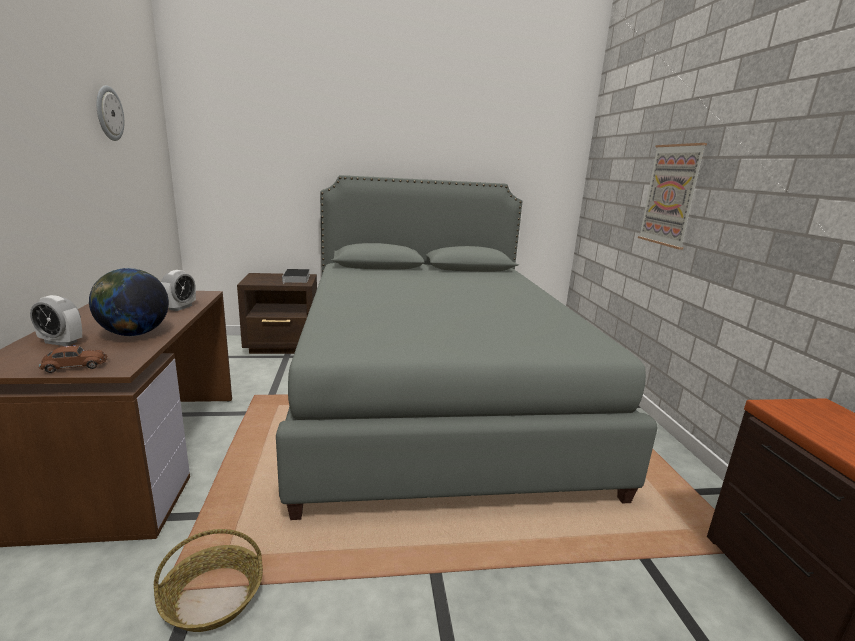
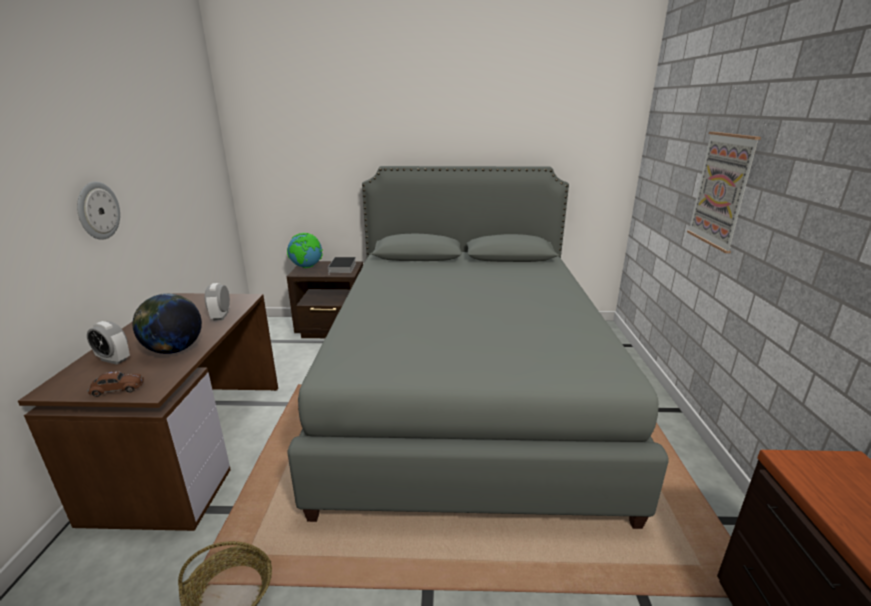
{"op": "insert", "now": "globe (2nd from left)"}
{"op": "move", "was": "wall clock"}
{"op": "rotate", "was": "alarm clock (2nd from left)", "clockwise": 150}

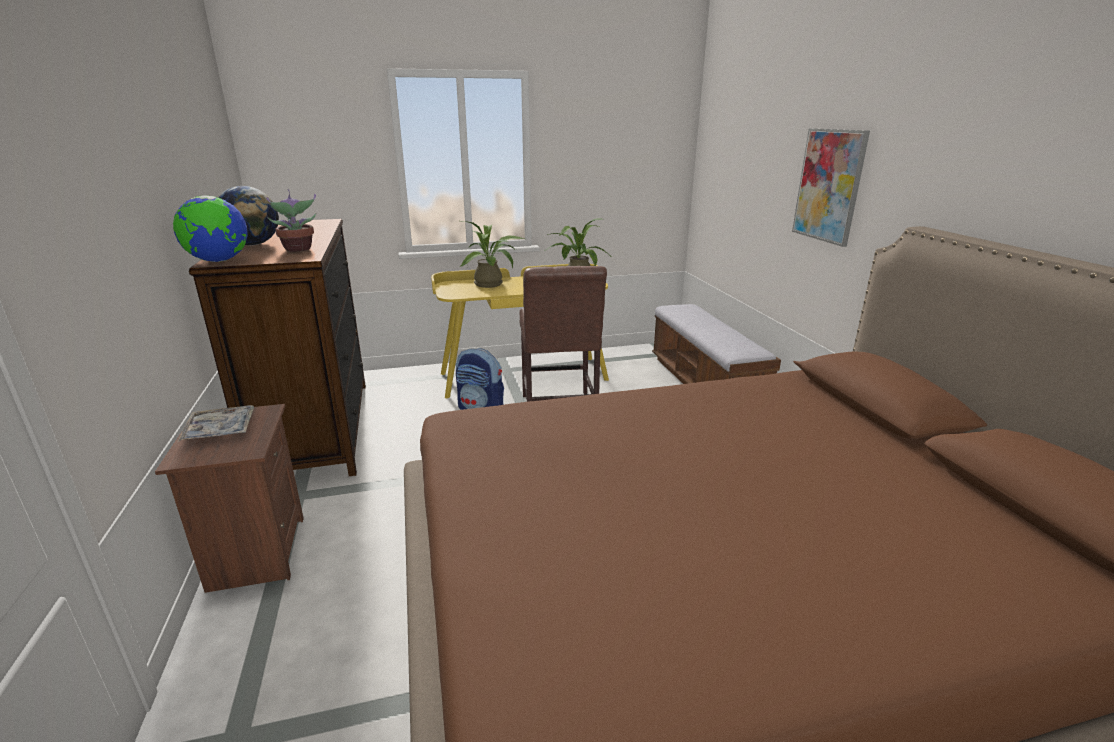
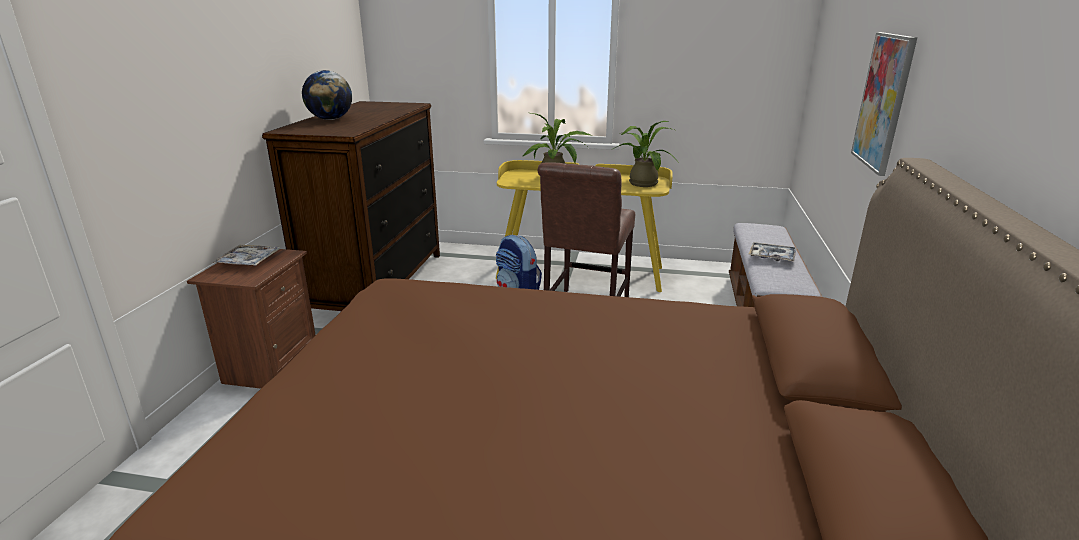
{"op": "delete", "was": "globe (1st from left)"}
{"op": "delete", "was": "potted plant (1st from left)"}
{"op": "insert", "now": "tray (2nd from left)"}

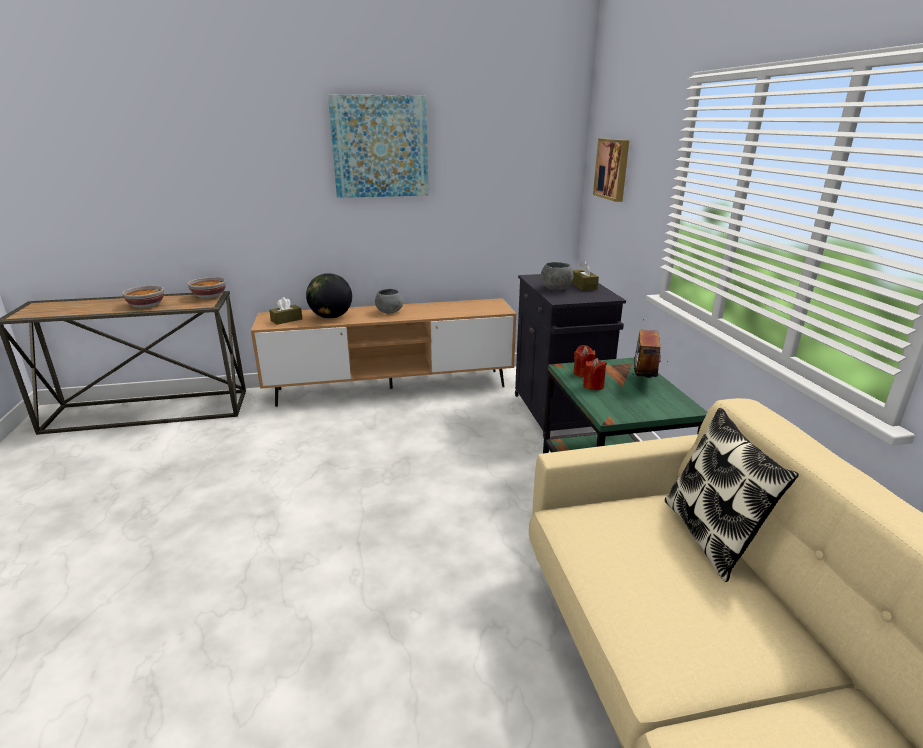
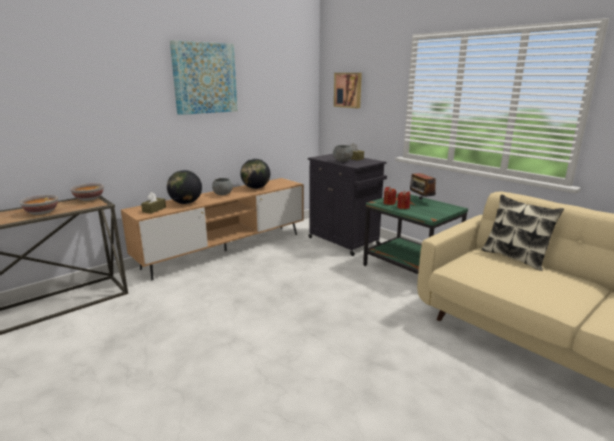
{"op": "insert", "now": "globe (2nd from left)"}

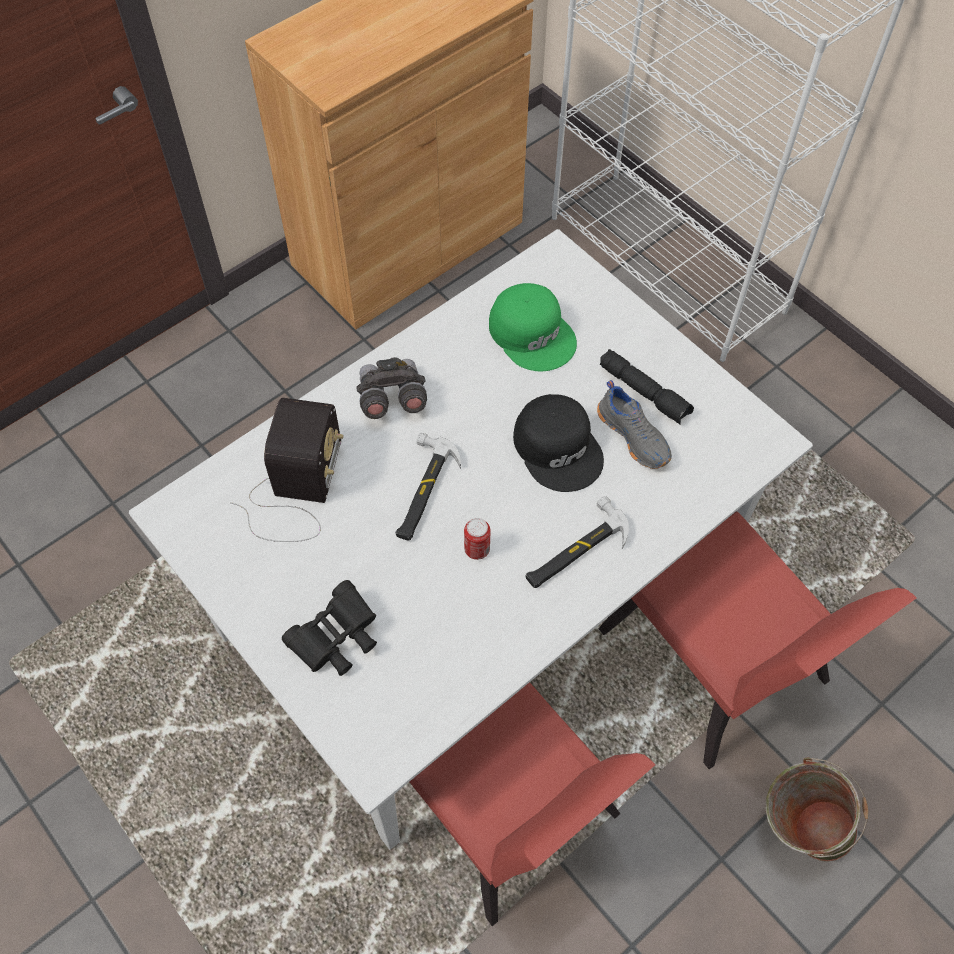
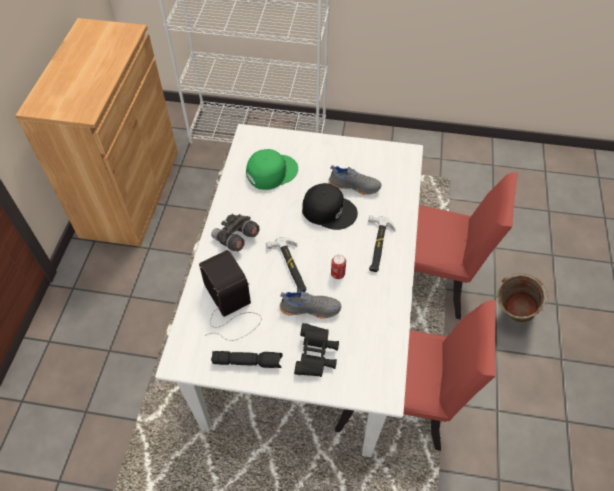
{"op": "insert", "now": "grey item of footwear (1st from left)"}
{"op": "move", "was": "black-coloured torch"}
{"op": "rotate", "was": "green cap", "clockwise": -45}

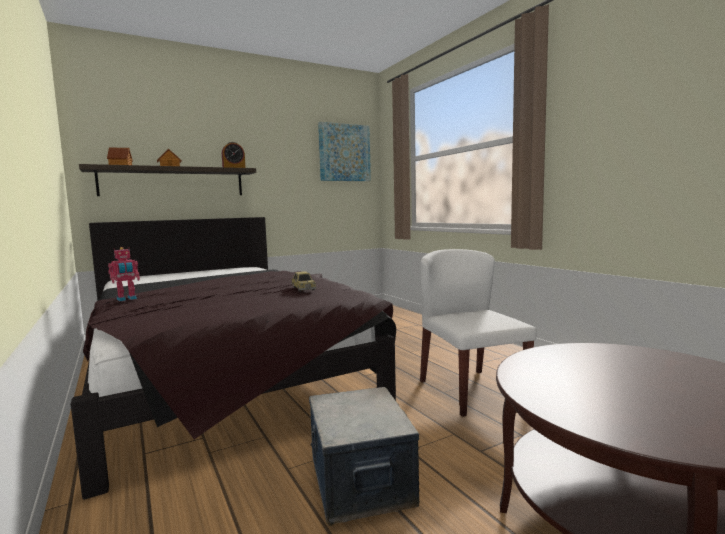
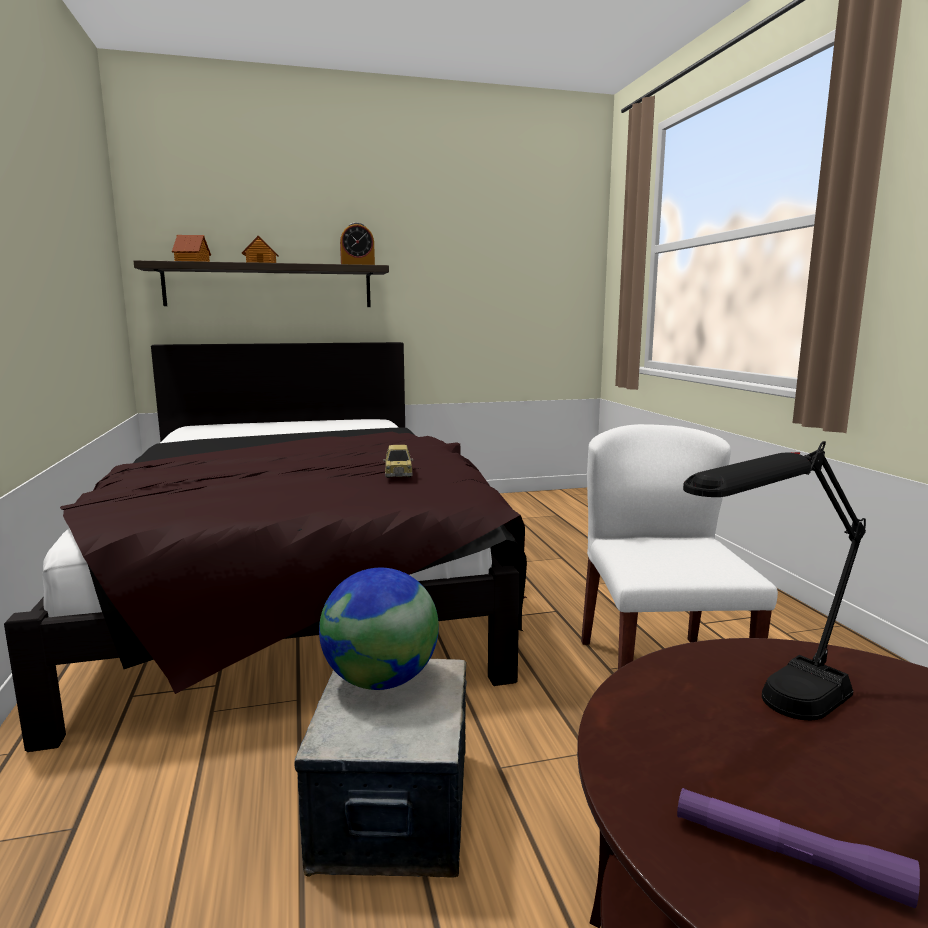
{"op": "delete", "was": "model robot"}
{"op": "delete", "was": "wall picture"}
{"op": "insert", "now": "globe"}
{"op": "insert", "now": "purple-coloured torch"}
{"op": "insert", "now": "black-coloured table lamp"}

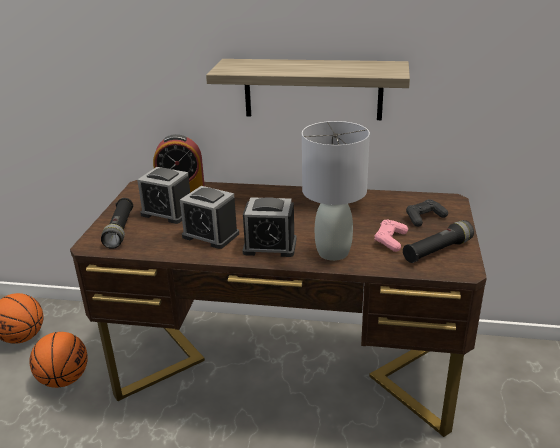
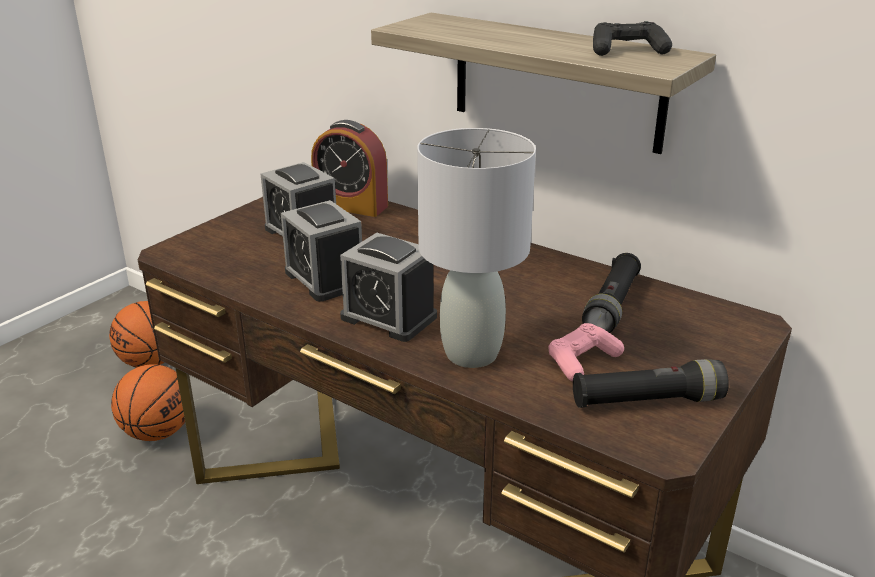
{"op": "move", "was": "black-coloured torch (1st from left)"}
{"op": "move", "was": "black-coloured game controller"}

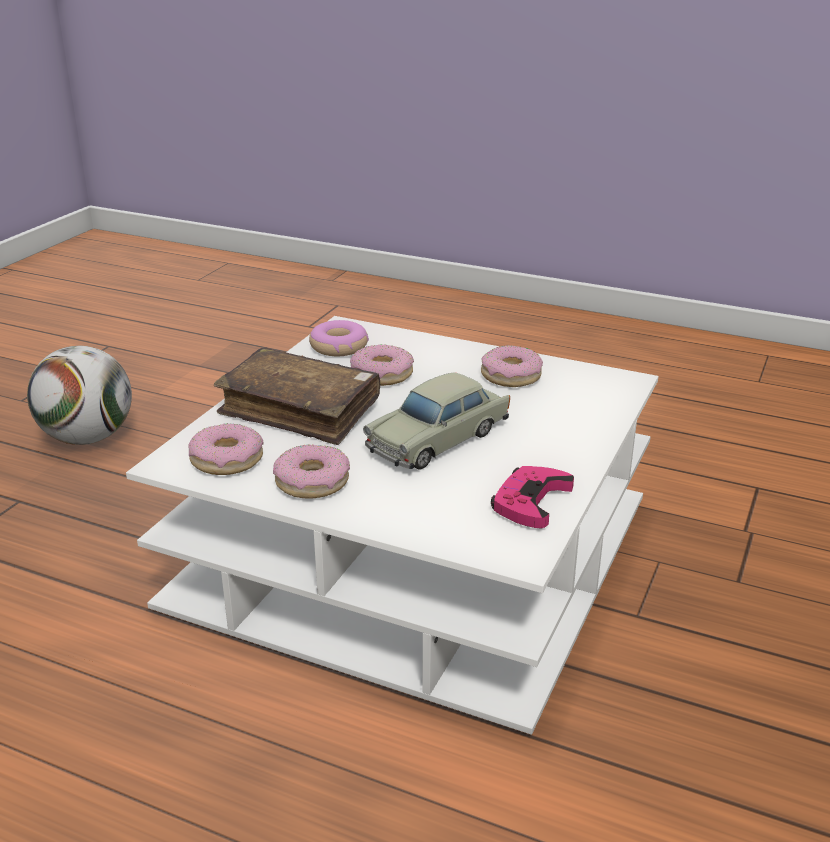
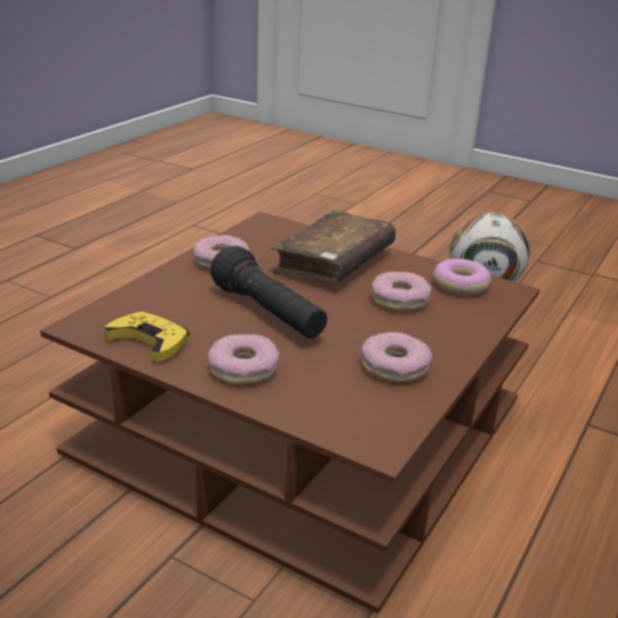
{"op": "move", "was": "donut (1st from left in the first image)", "now": "donut (2nd from left)"}
{"op": "replace", "was": "beige-coloured toy car", "now": "black-coloured torch"}
{"op": "recolor", "was": "white-coloured low table", "now": "brown low table"}
{"op": "recolor", "was": "pink-coloured game controller", "now": "yellowish game controller"}

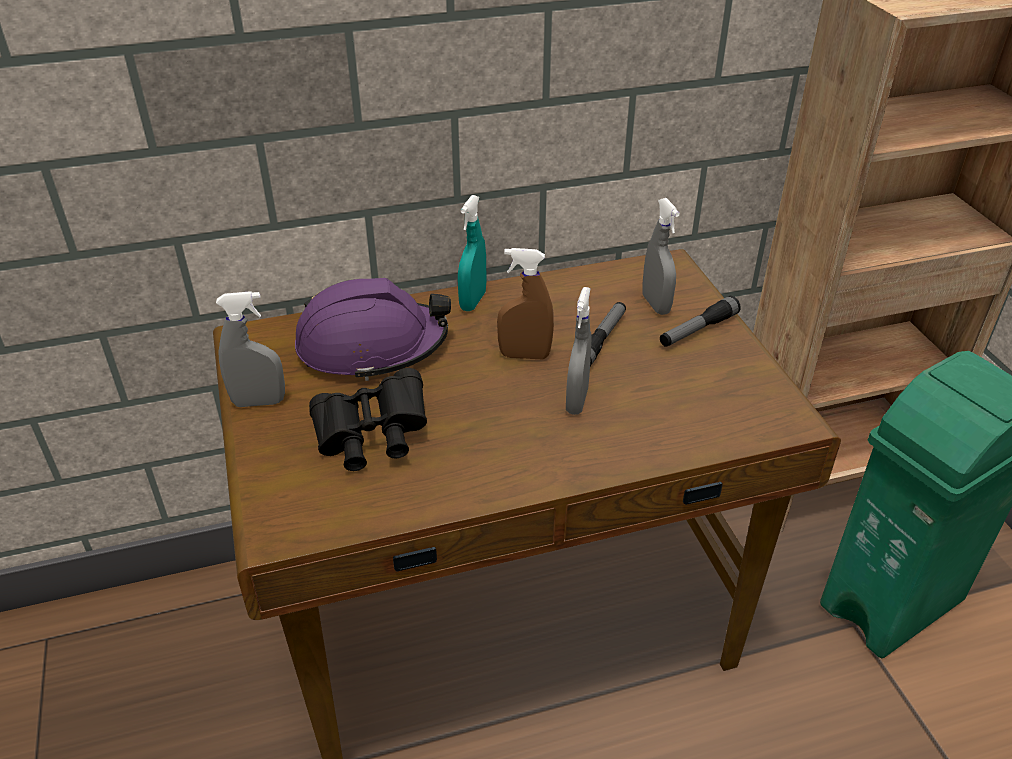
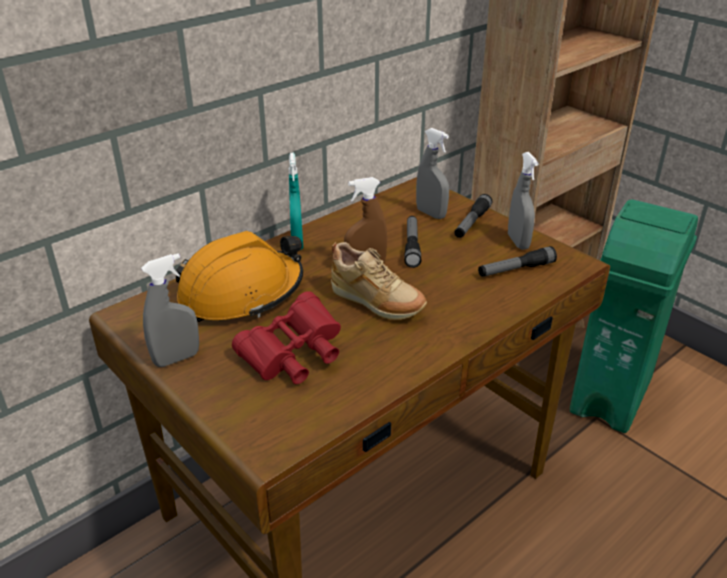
{"op": "insert", "now": "beige-coloured item of footwear"}
{"op": "insert", "now": "torch (3rd from left)"}
{"op": "move", "was": "grey spray bottle (2nd from left in the first image)", "now": "grey spray bottle (3rd from left)"}
{"op": "recolor", "was": "purple-coloured safety helmet", "now": "orange safety helmet"}
{"op": "recolor", "was": "black-coloured field glasses", "now": "red field glasses"}

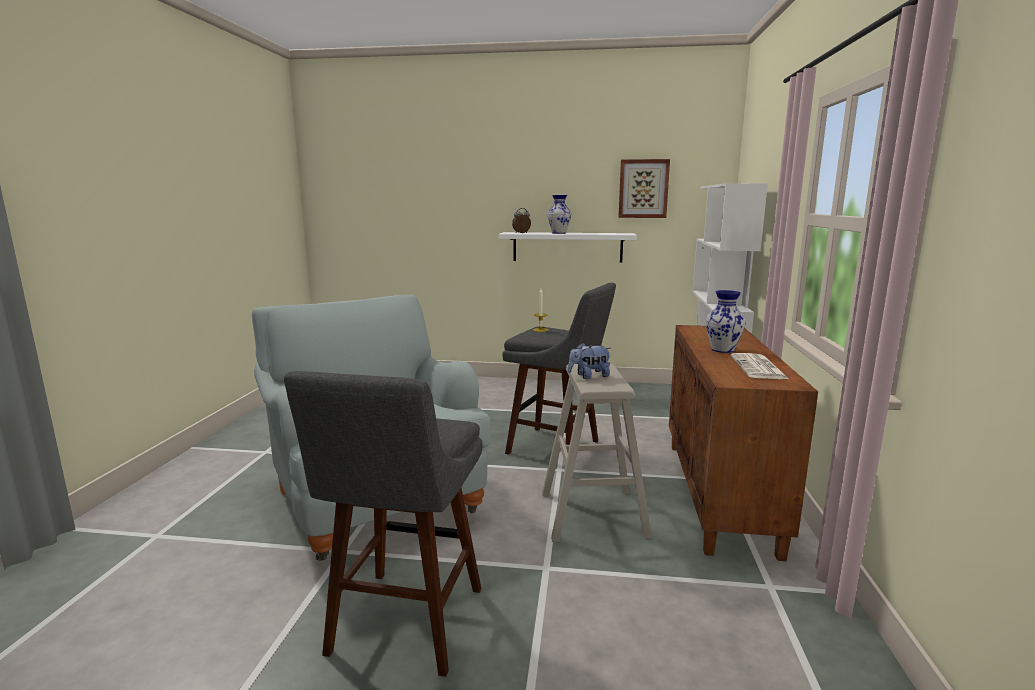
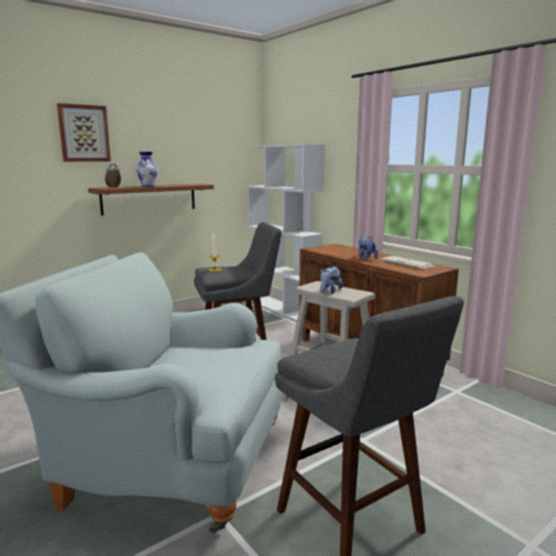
{"op": "move", "was": "wall picture"}
{"op": "replace", "was": "flower vase (2nd from left)", "now": "cuddly toy (2nd from left)"}
{"op": "recolor", "was": "white-coloured shelf", "now": "brown shelf"}

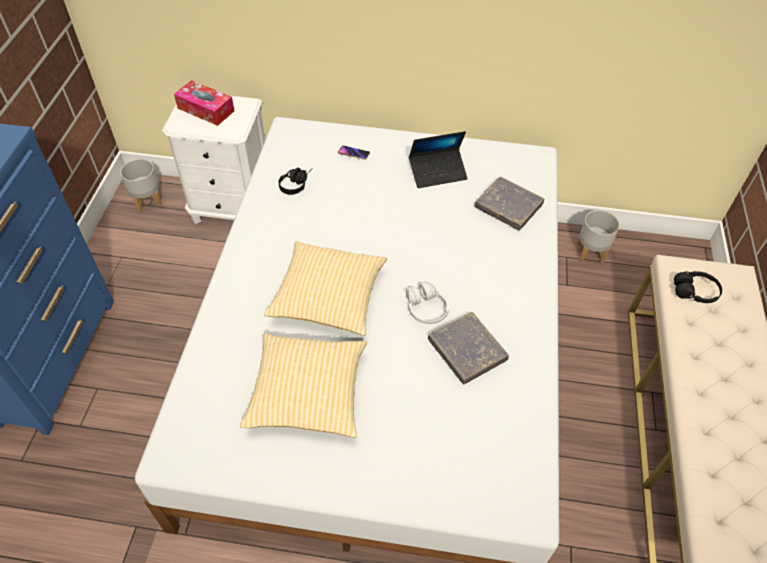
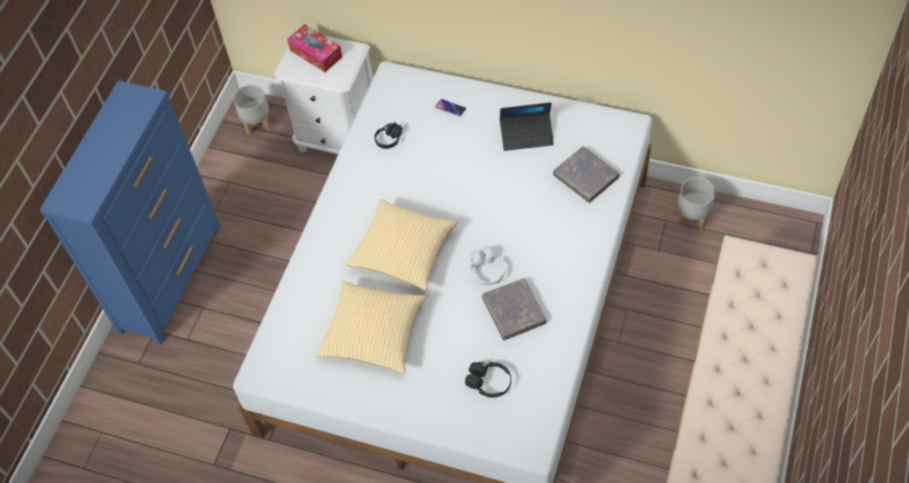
{"op": "move", "was": "black-coloured headphones (2nd from left)"}

